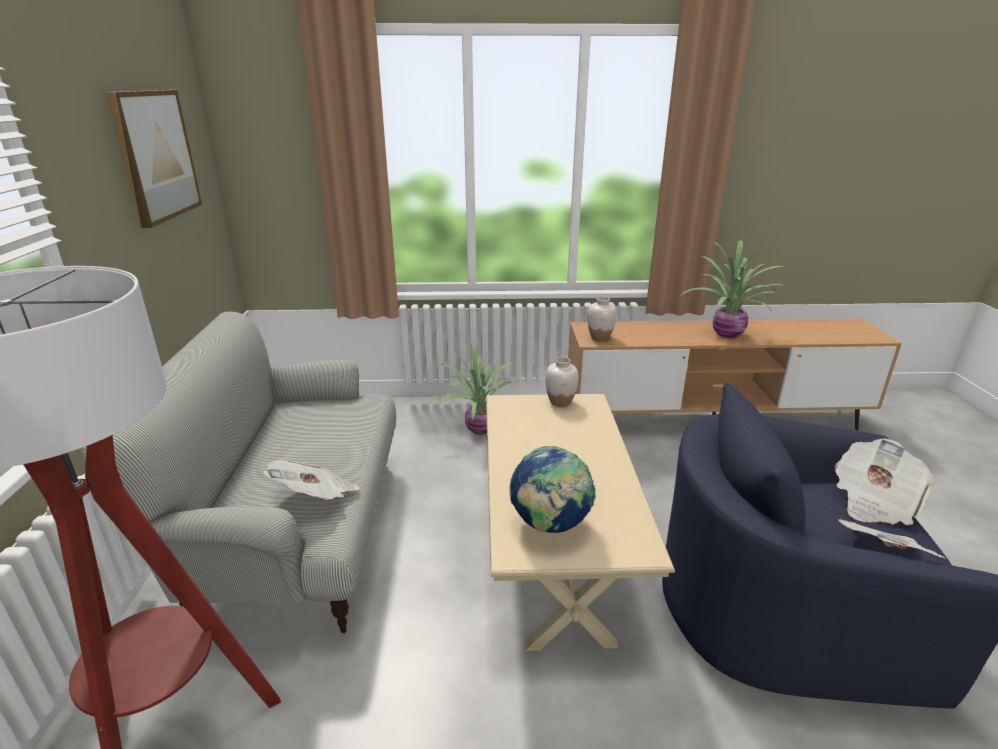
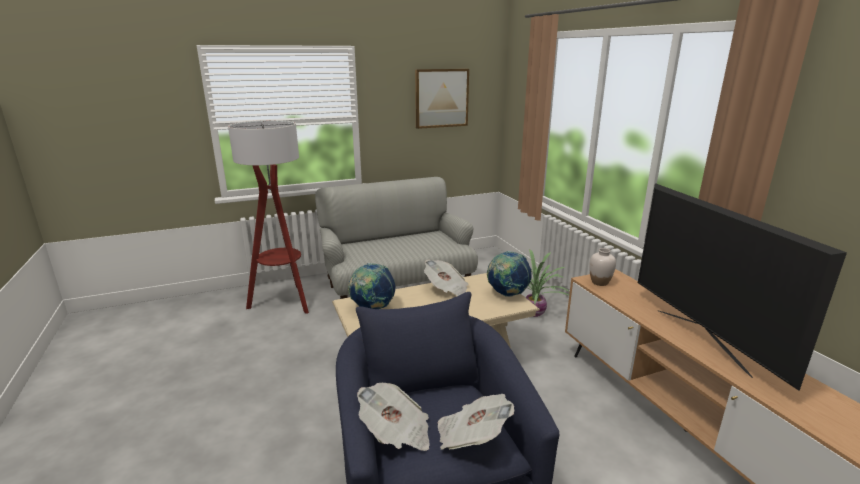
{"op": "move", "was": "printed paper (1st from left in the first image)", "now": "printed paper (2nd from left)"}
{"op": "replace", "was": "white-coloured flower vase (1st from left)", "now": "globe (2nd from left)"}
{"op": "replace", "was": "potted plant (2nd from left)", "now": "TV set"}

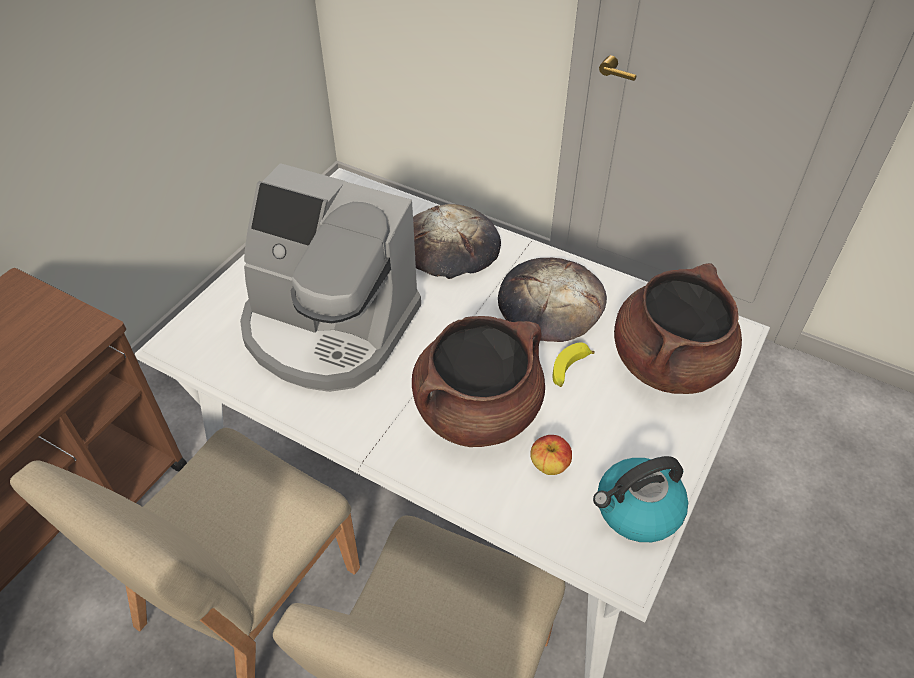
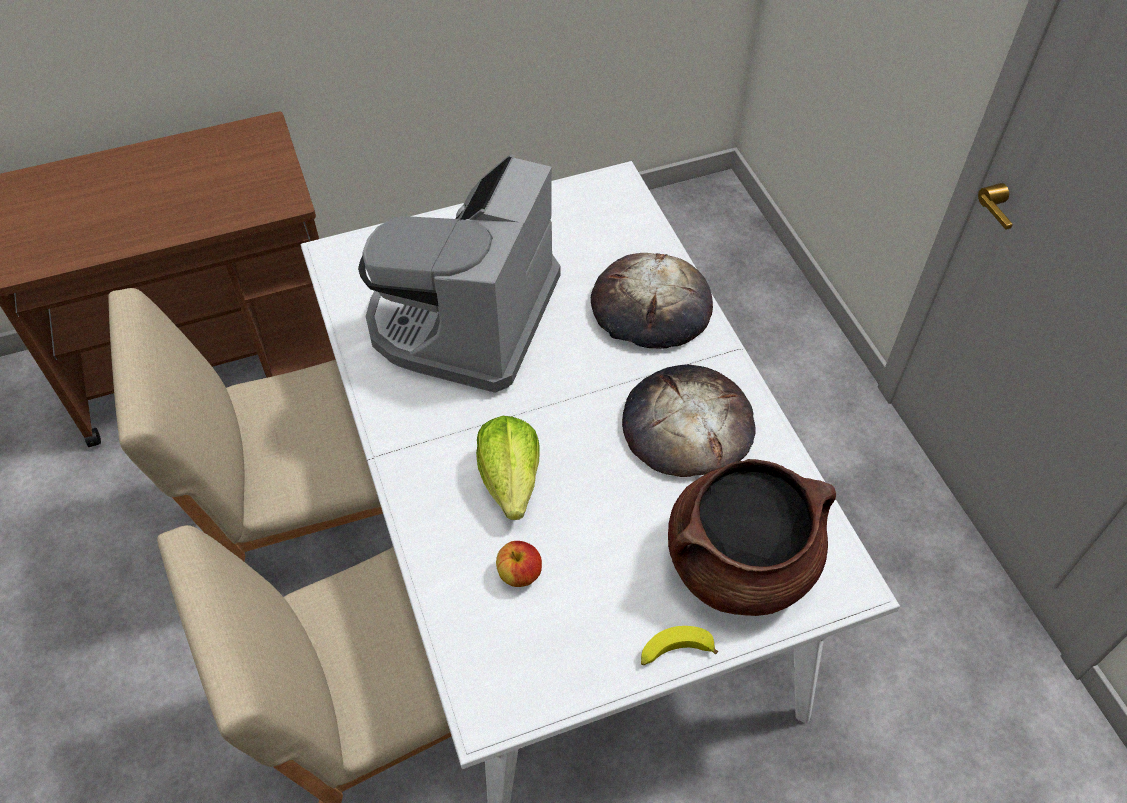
{"op": "delete", "was": "water kettle"}
{"op": "move", "was": "banana"}
{"op": "replace", "was": "brown cooking pot (1st from left)", "now": "lettuce"}
{"op": "rotate", "was": "coffee maker", "clockwise": 45}

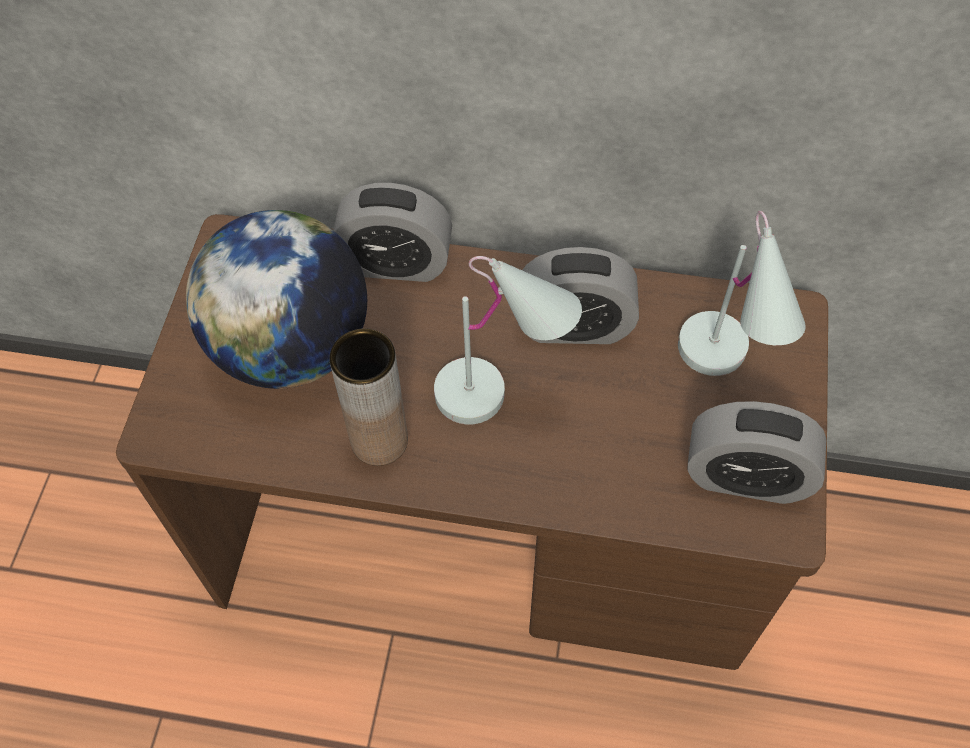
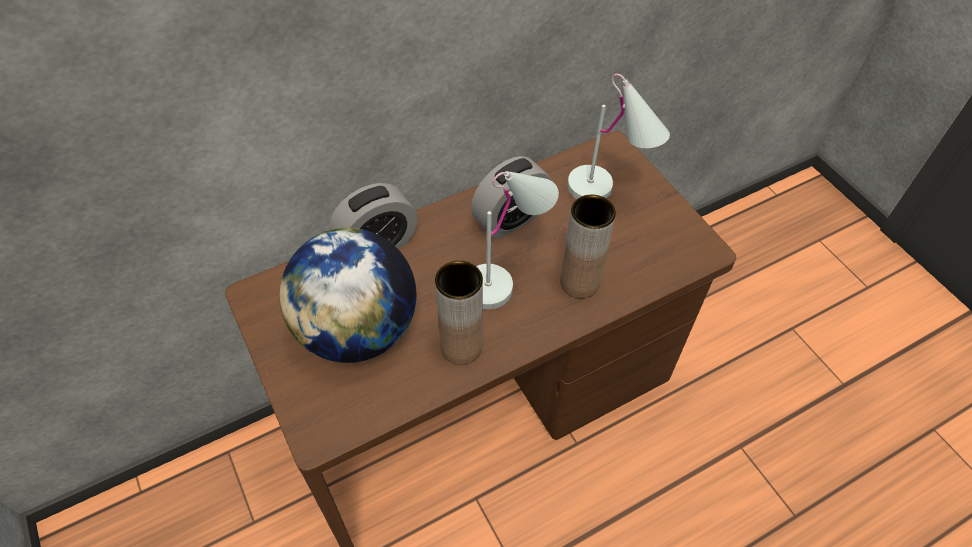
{"op": "delete", "was": "alarm clock (3rd from left)"}
{"op": "insert", "now": "brown flower vase (2nd from left)"}

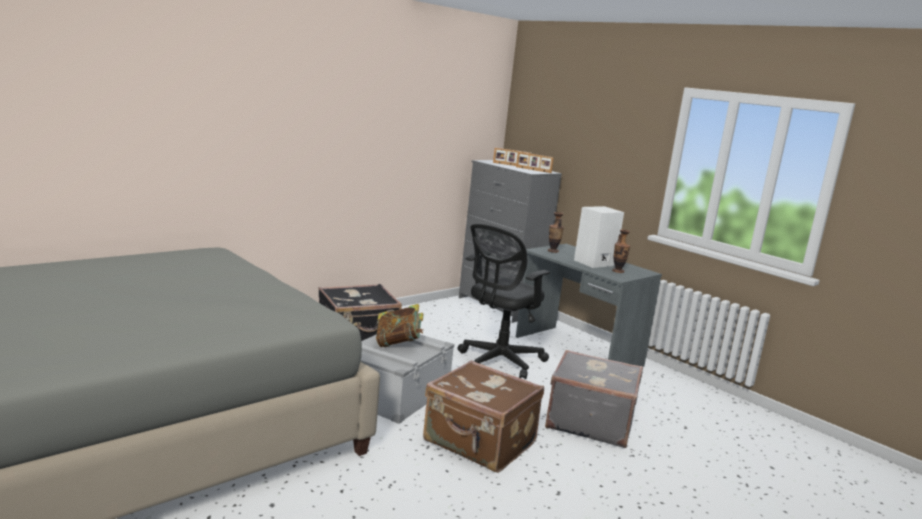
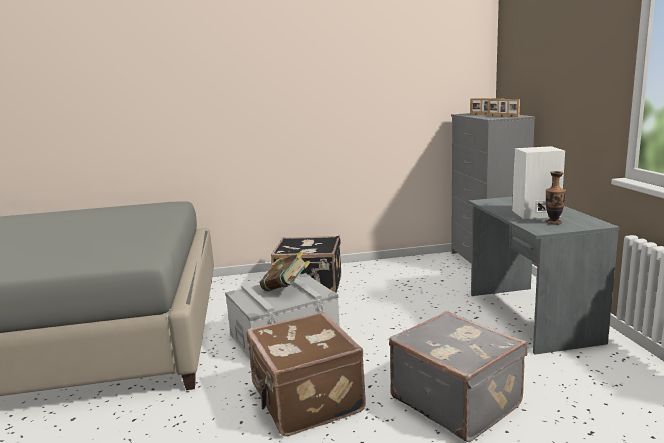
{"op": "delete", "was": "black-coloured computer chair"}
{"op": "delete", "was": "flower vase (1st from left)"}

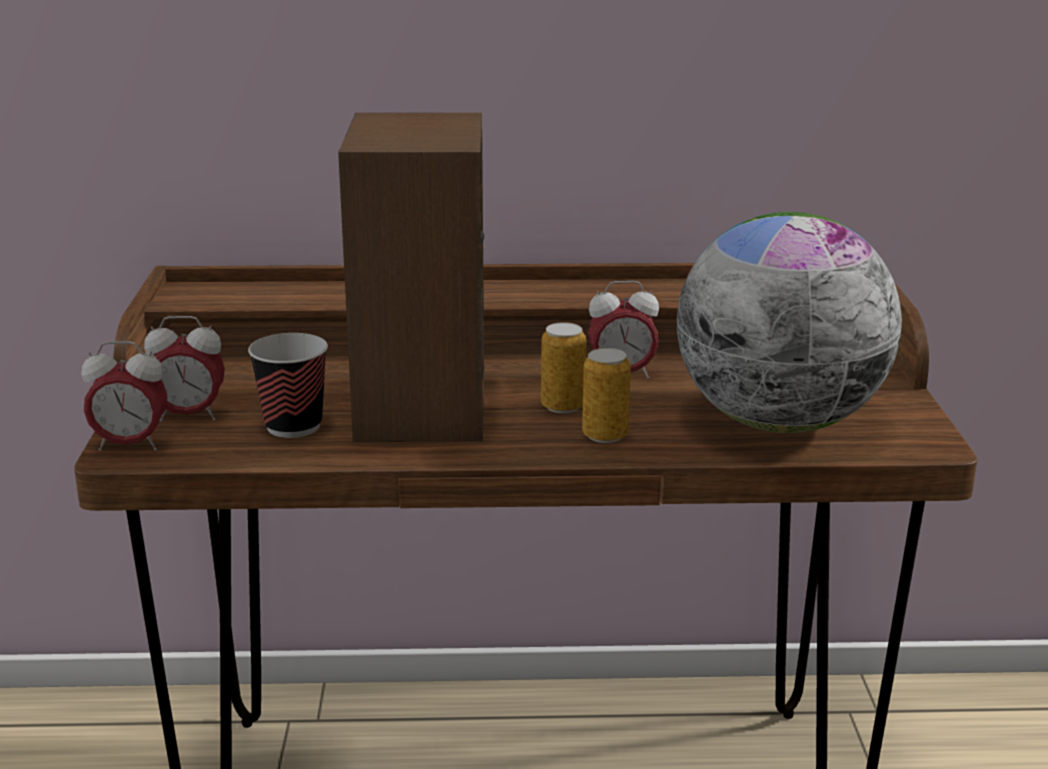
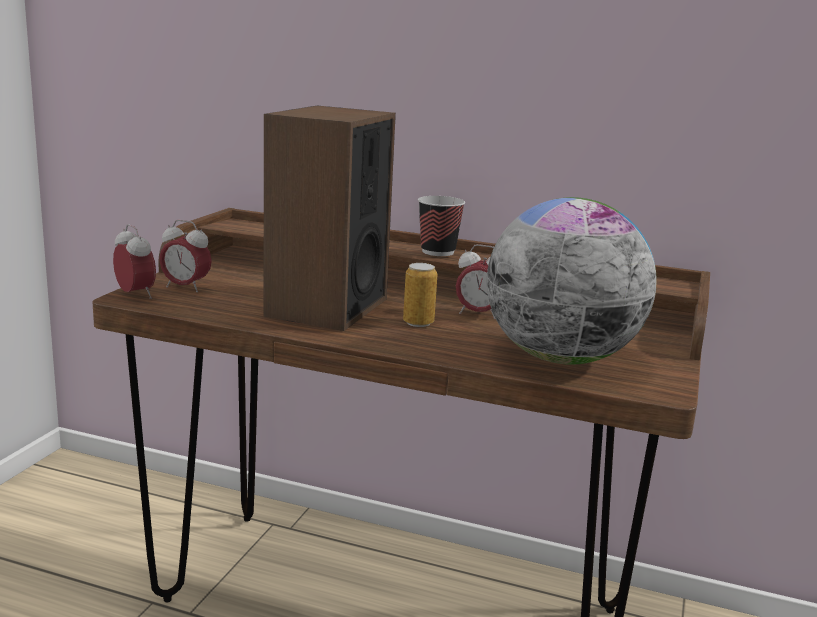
{"op": "delete", "was": "sealed can (2nd from left)"}
{"op": "move", "was": "drinking cup"}
{"op": "rotate", "was": "alarm clock (1st from left)", "clockwise": -150}

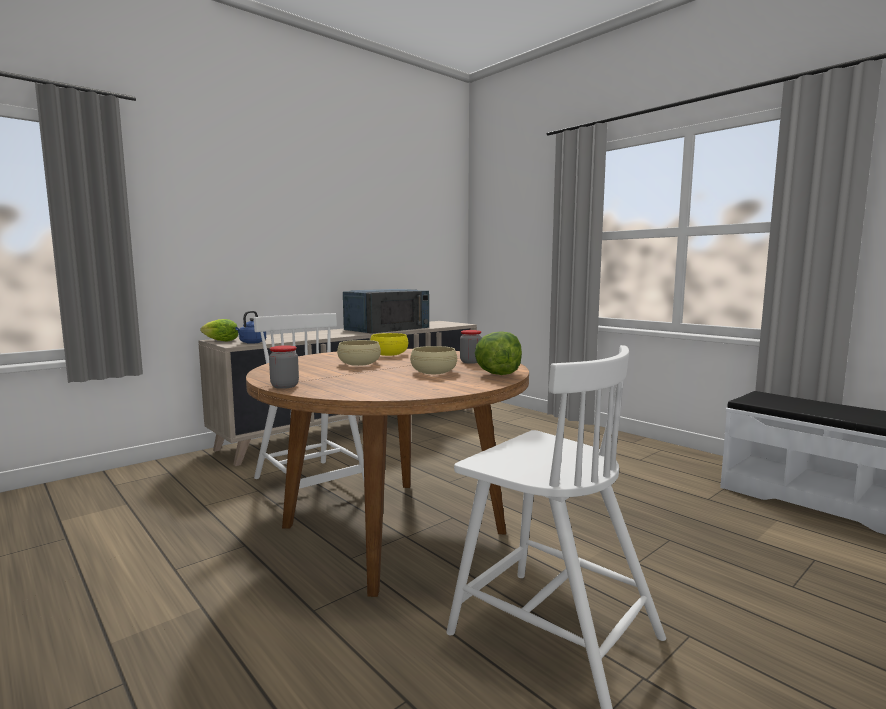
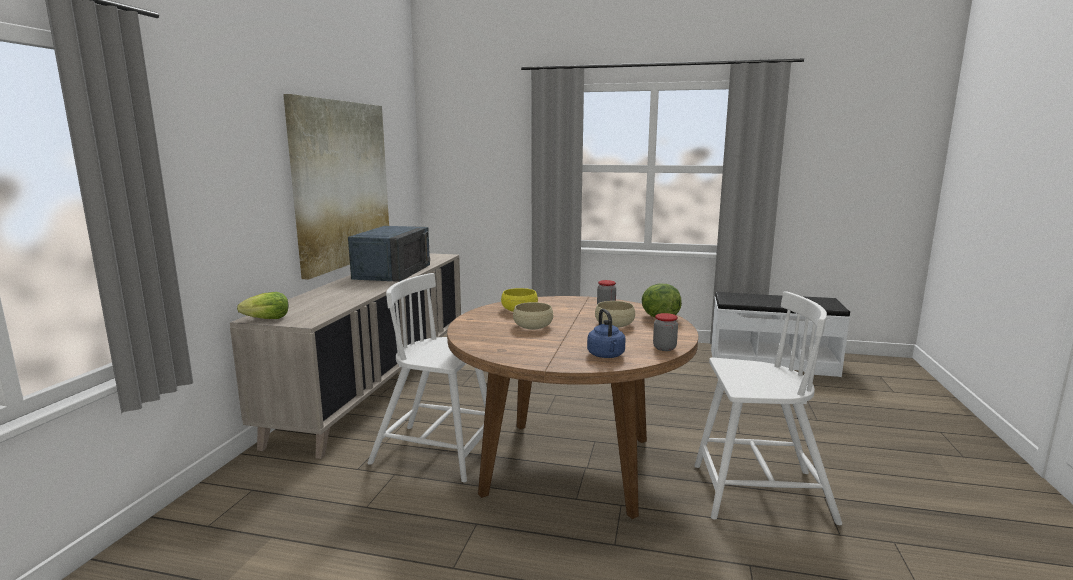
{"op": "insert", "now": "wall picture"}
{"op": "move", "was": "blue water kettle"}
{"op": "move", "was": "storage jar (1st from left in the first image)", "now": "storage jar (2nd from left)"}

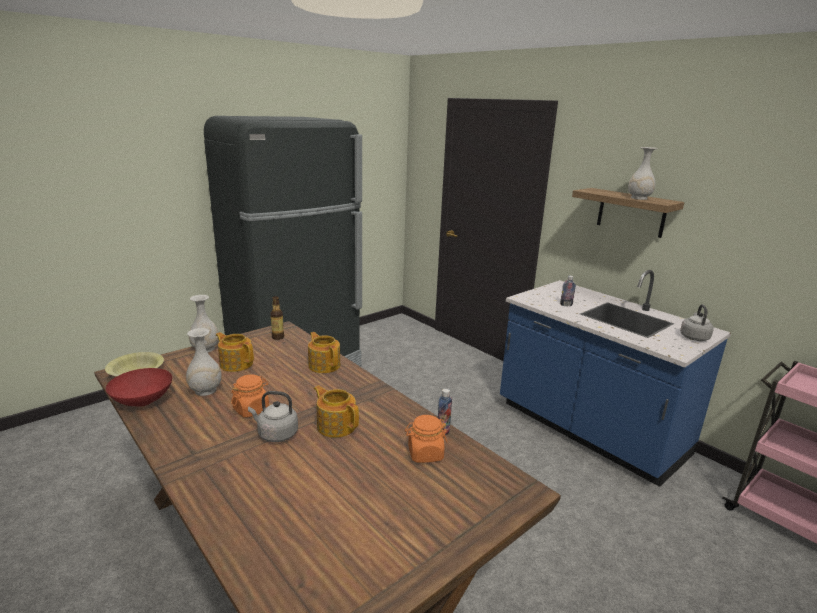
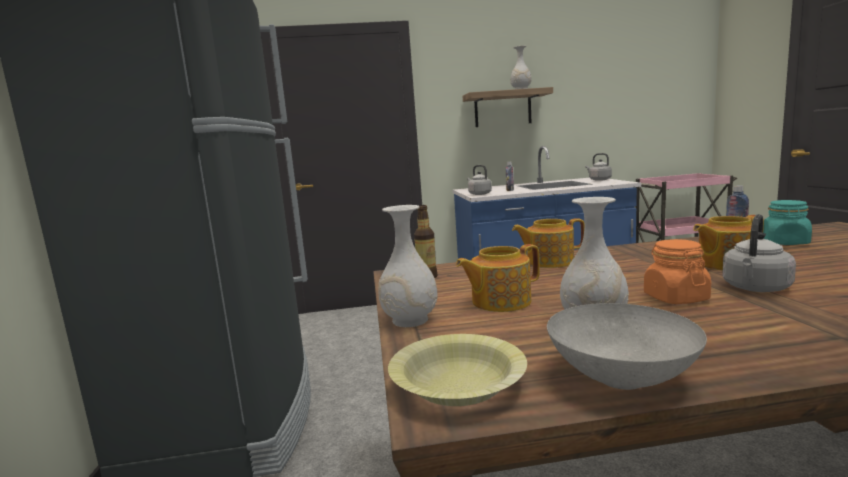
{"op": "insert", "now": "grey water kettle (1st from left)"}
{"op": "recolor", "was": "red bowl", "now": "grey bowl"}
{"op": "recolor", "was": "orange storage jar (2nd from left)", "now": "blue-green storage jar"}

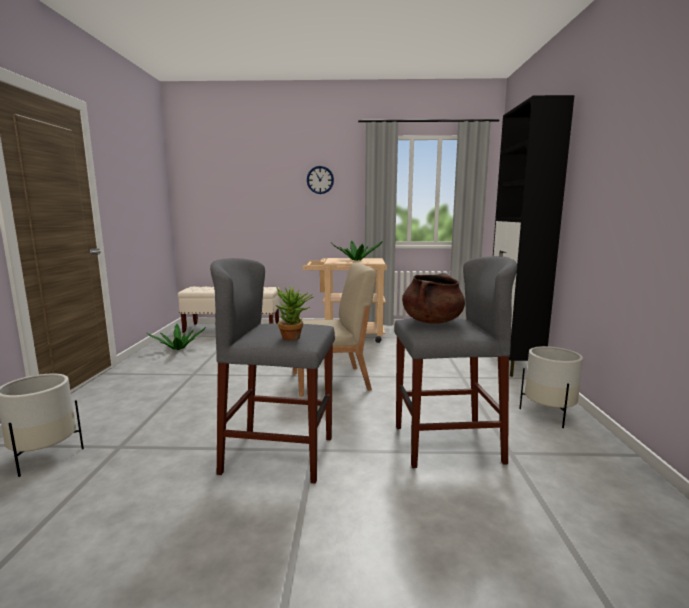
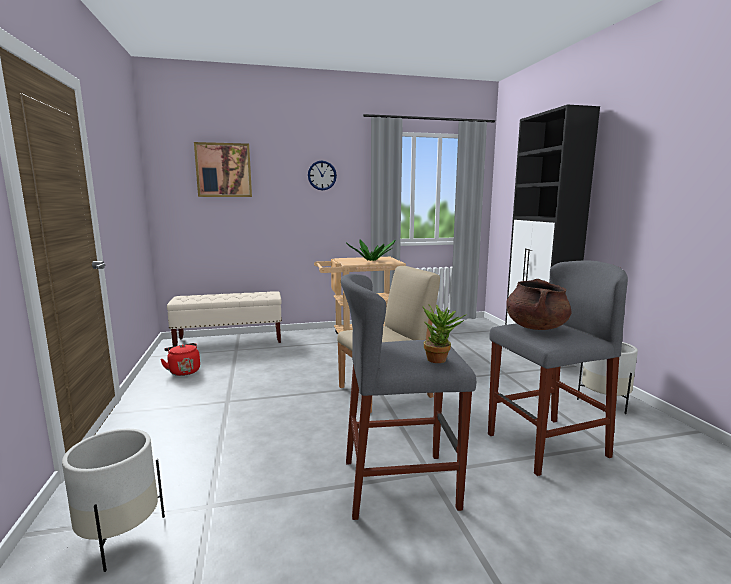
{"op": "insert", "now": "wall picture"}
{"op": "replace", "was": "potted plant (1st from left)", "now": "red water kettle"}

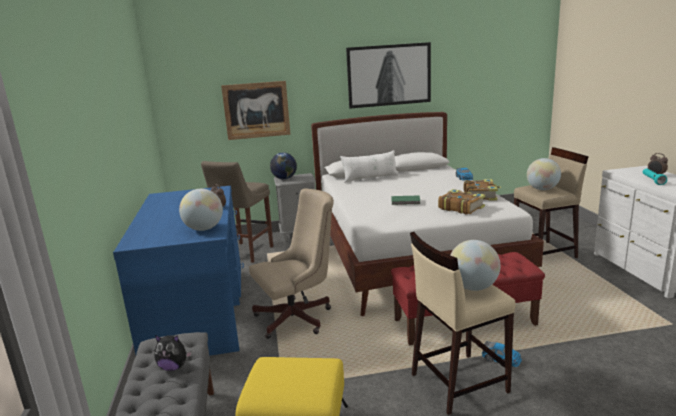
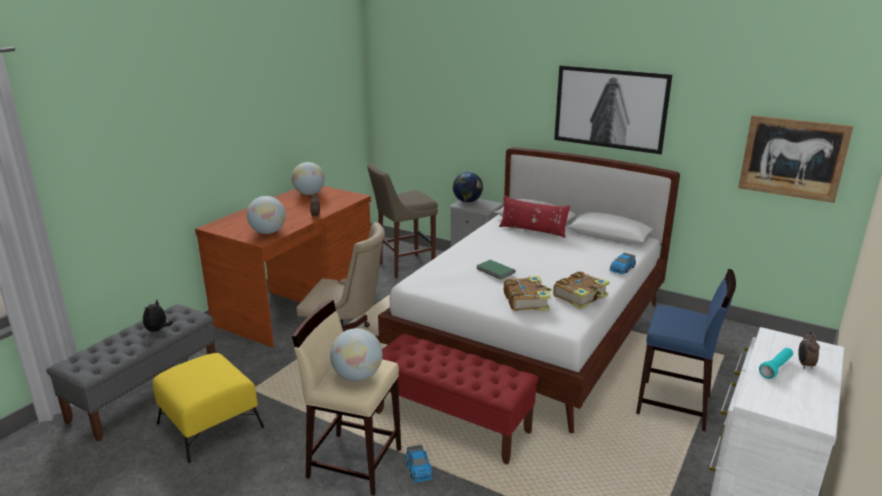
{"op": "move", "was": "wall picture (1st from left in the first image)", "now": "wall picture (2nd from left)"}
{"op": "move", "was": "globe (4th from left in the first image)", "now": "globe (2nd from left)"}
{"op": "recolor", "was": "blue desk", "now": "brown desk"}
{"op": "recolor", "was": "white-coloured cushion", "now": "red cushion"}
{"op": "recolor", "was": "beige-coloured stool (3rd from left)", "now": "blue stool"}
{"op": "rotate", "was": "cuddly toy", "clockwise": 60}

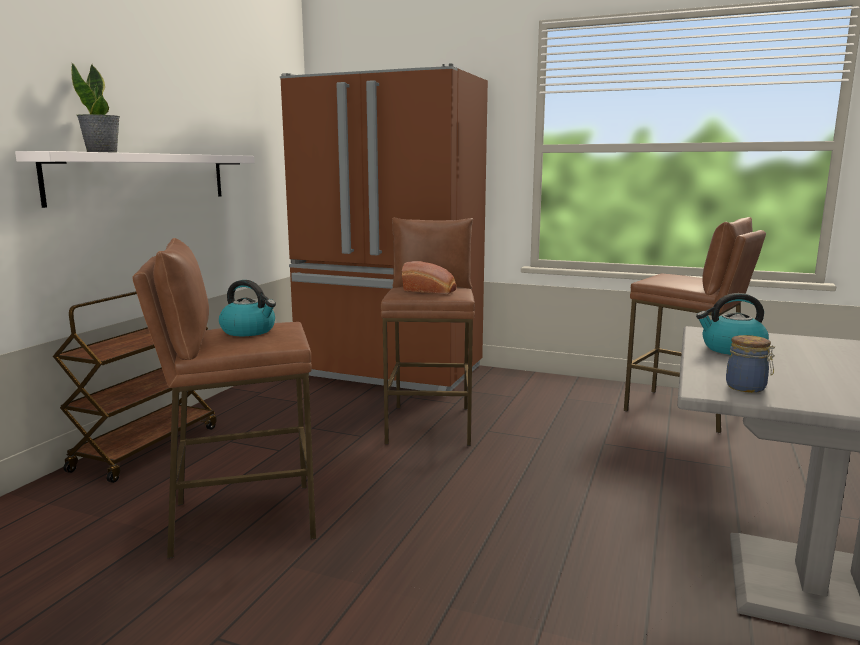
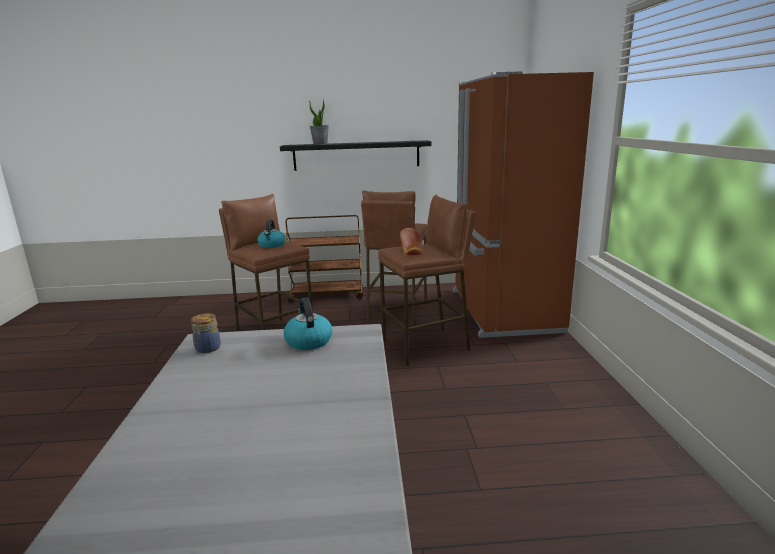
{"op": "move", "was": "brown stool (3rd from left in the first image)", "now": "brown stool (2nd from left)"}
{"op": "recolor", "was": "white-coloured shelf", "now": "black-coloured shelf"}

